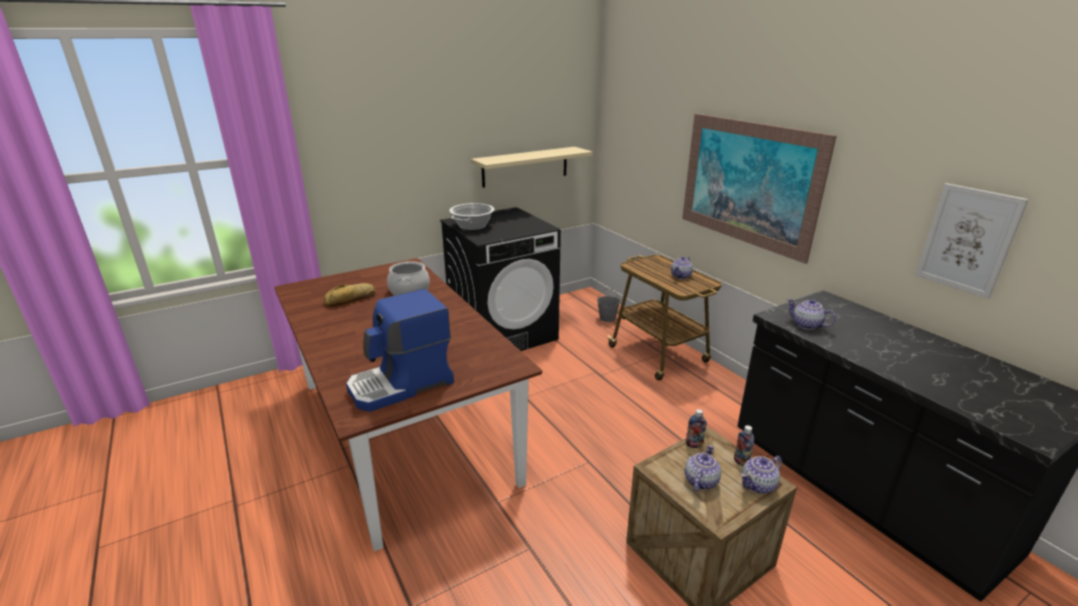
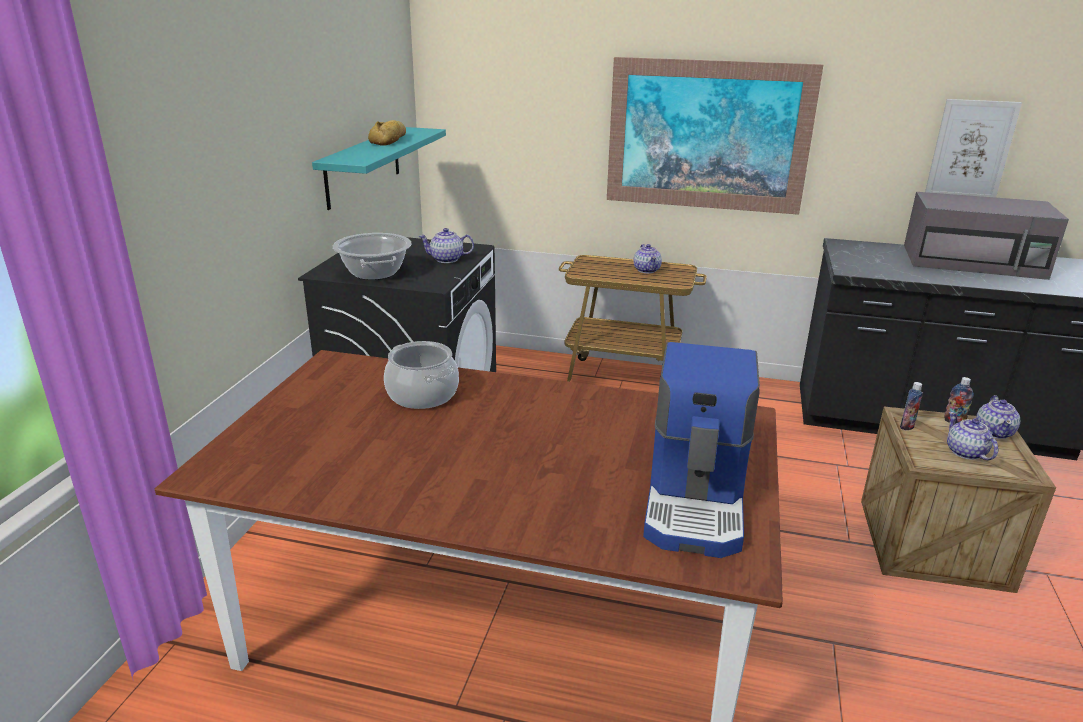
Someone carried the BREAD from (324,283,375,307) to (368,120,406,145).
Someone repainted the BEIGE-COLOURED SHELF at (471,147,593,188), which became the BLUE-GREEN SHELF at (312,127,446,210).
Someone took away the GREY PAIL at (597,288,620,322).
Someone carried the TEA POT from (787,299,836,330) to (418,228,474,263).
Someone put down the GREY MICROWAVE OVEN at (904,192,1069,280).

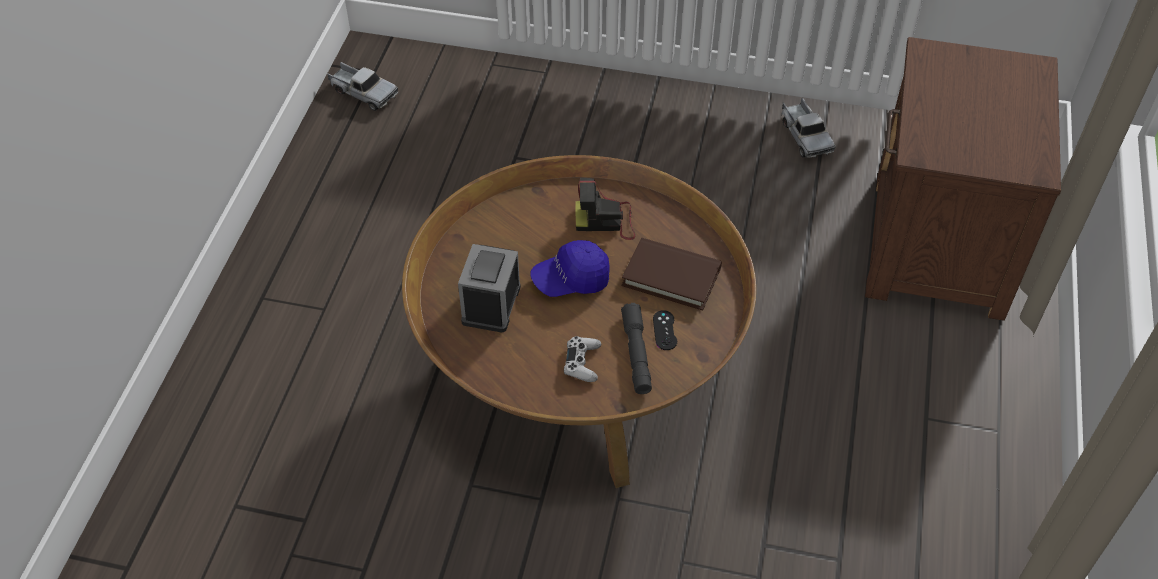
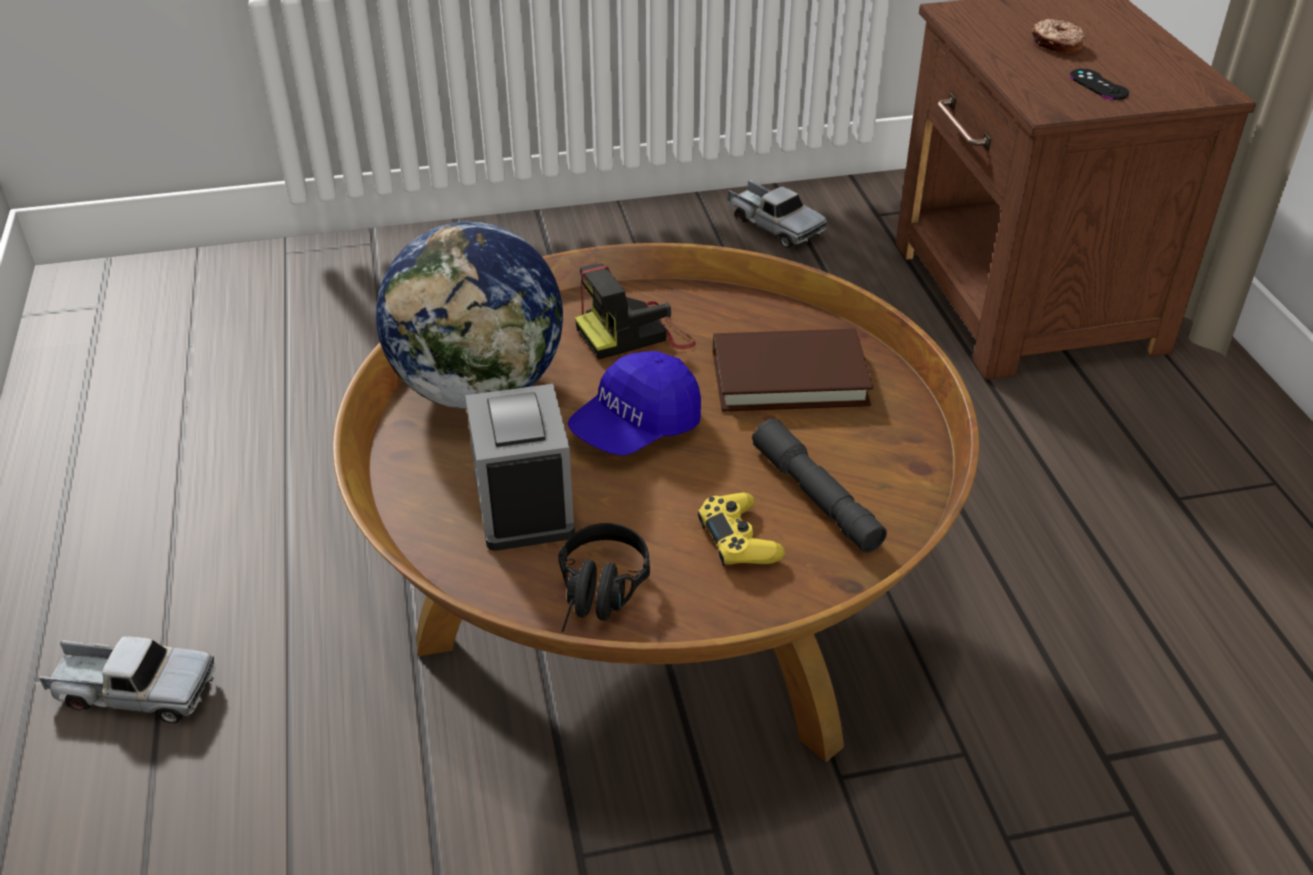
Someone carried the MODEL TRUCK from (327,62,398,111) to (38,636,216,723).
Someone repainted the WHITE GAME CONTROLLER at (564,336,601,382), which became the YELLOW-COLOURED GAME CONTROLLER at (698,492,785,566).
Someone carried the BLACK GAME CONTROLLER from (653,310,677,350) to (1070,69,1129,100).
Someone put down the GLOBE at (376,222,563,410).
Someone put down the BLACK PAIR OF HEADPHONES at (558,523,650,632).
Someone put down the RING DOUGHNUT at (1032,19,1086,53).

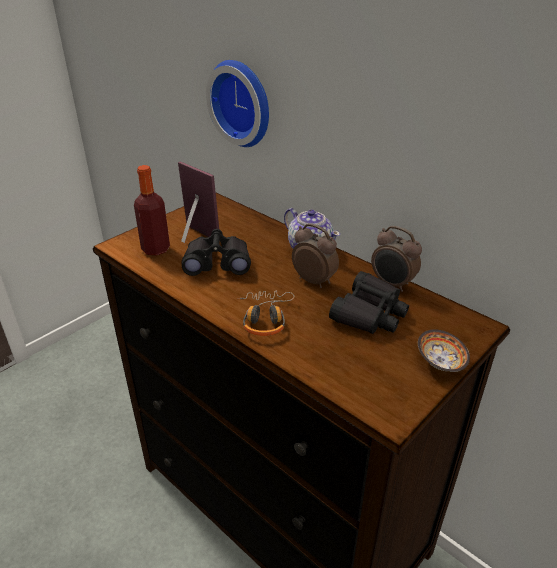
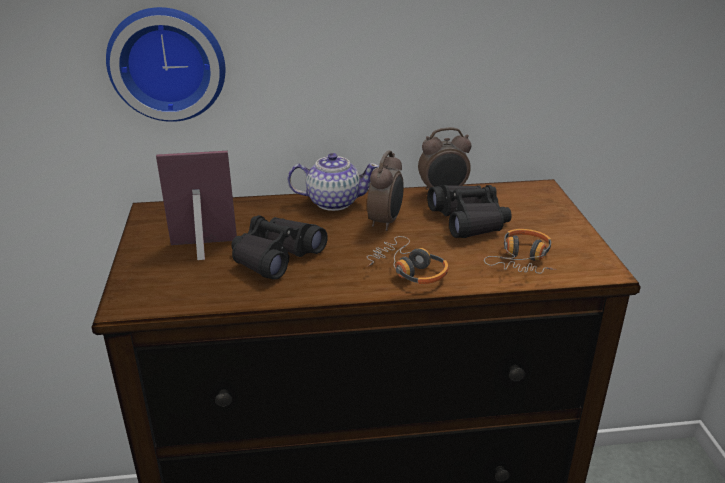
Someone took away the DRINK BOTTLE at (134,165,170,256).
Someone rotated the ALARM CLOCK at (292,223,339,288) by 120 degrees clockwise.
Someone took away the SERVING BOWL at (418,330,470,372).
Someone put down the PAIR OF HEADPHONES at (484,229,556,274).

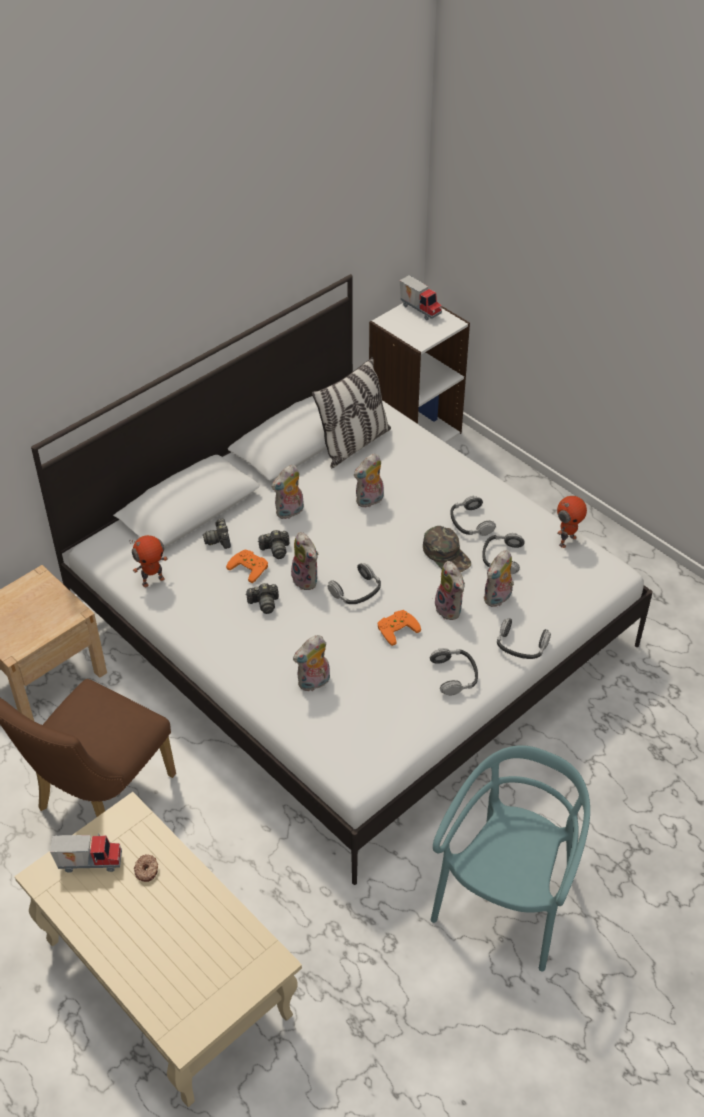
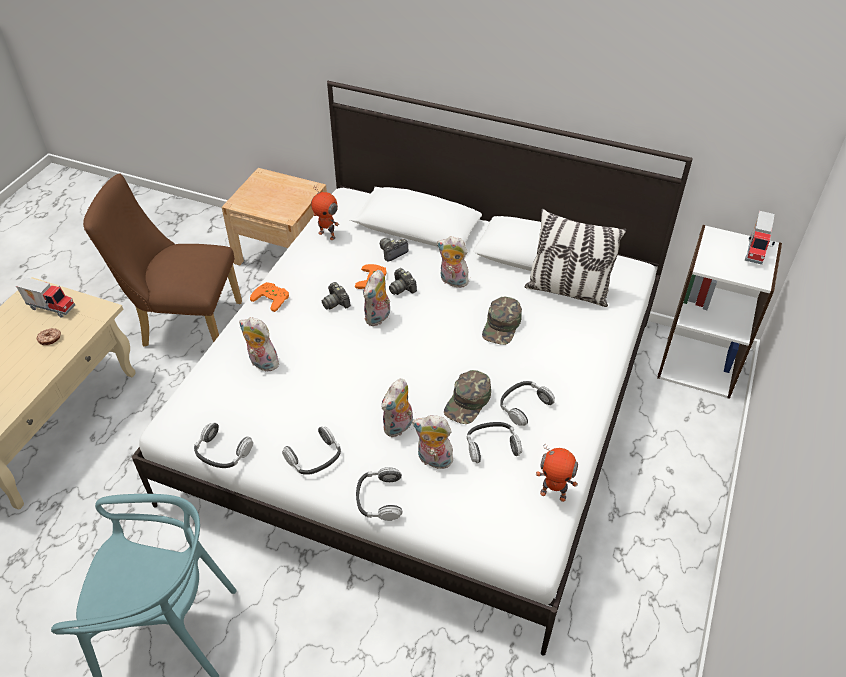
Someone rotated the MODEL TRUCK at (50,833,122,873) by 45 degrees counterclockwise.
Someone carried the PAIR OF HEADPHONES from (328,563,381,604) to (194,423,253,468).
Someone swapped the PLUSH TOY at (354,453,384,507) for the GREENISH CAP at (482,297,522,345).
Someone carried the ORANGE-COLOURED GAME CONTROLLER from (377,610,421,646) to (250,282,289,312).

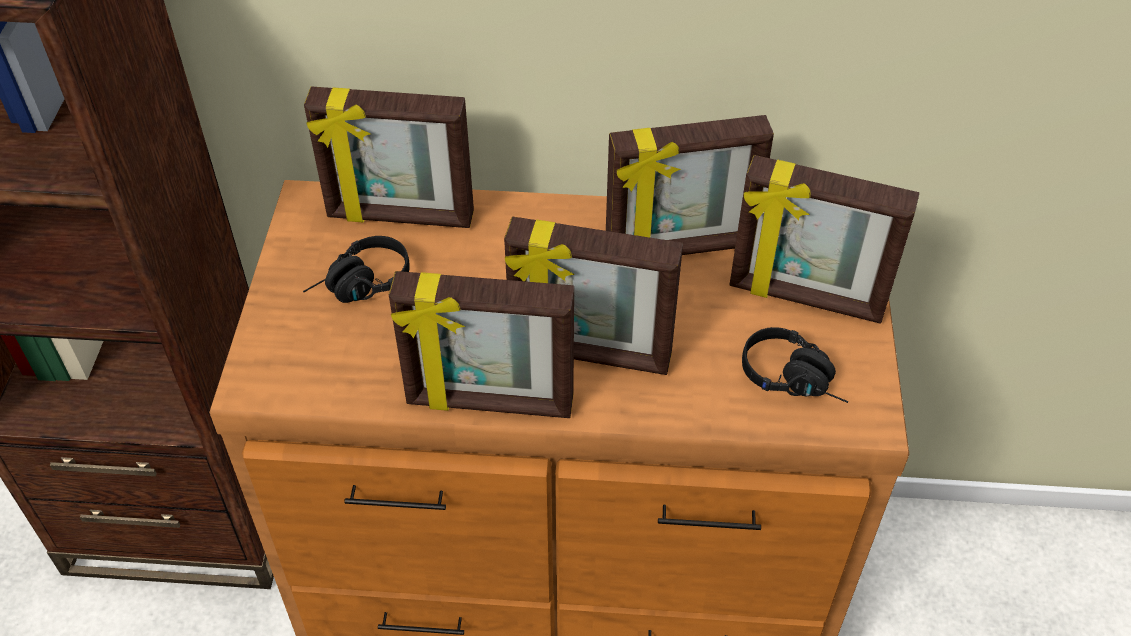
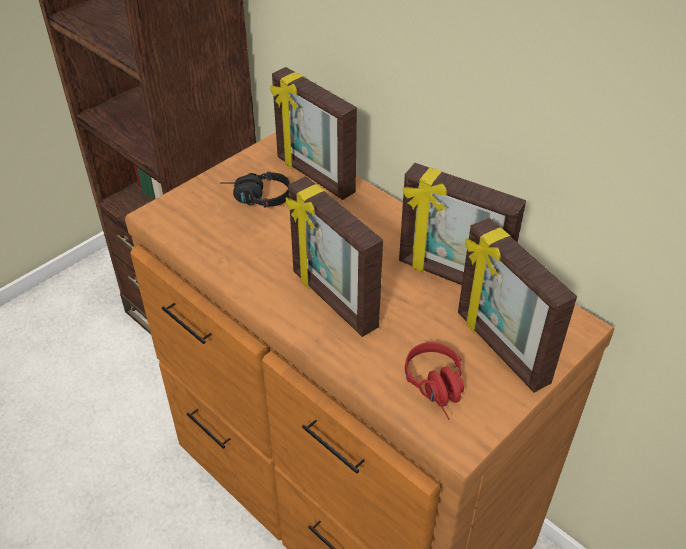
Someone took away the PICTURE FRAME at (389,271,574,418).
Someone repainted the BLACK PAIR OF HEADPHONES at (742,327,848,403), which became the RED-COLOURED PAIR OF HEADPHONES at (405,342,464,420).

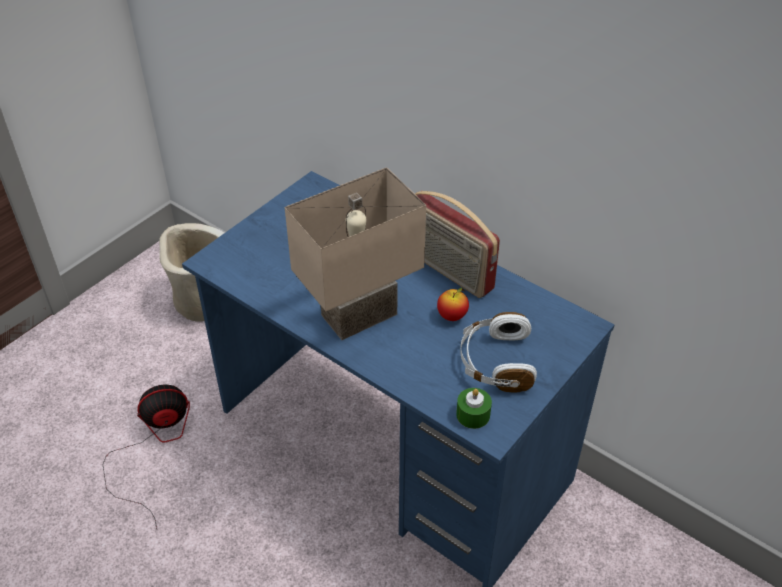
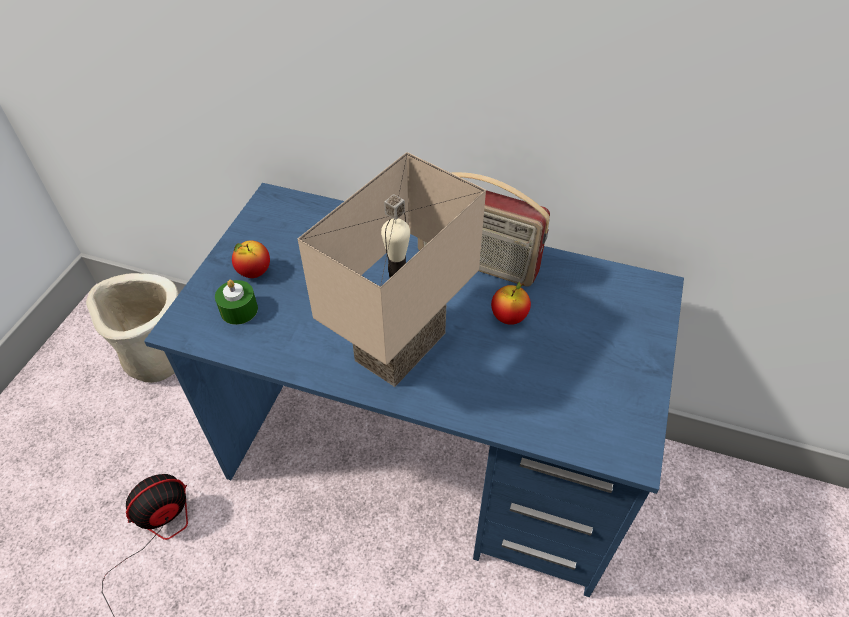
Someone carried the GREENISH WAX LIGHT from (456,388,492,429) to (215,280,258,325).
Someone took away the WHITE PAIR OF HEADPHONES at (460,312,537,393).
Someone put down the APPLE FRUIT at (232,240,270,278).

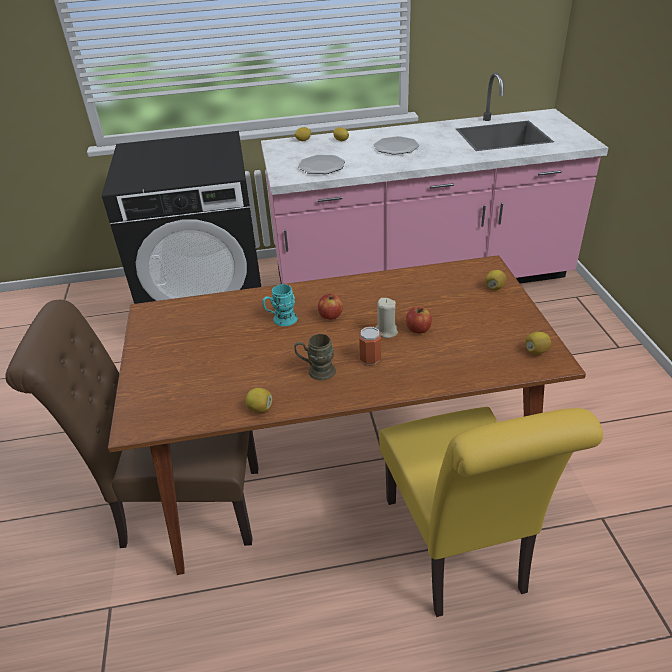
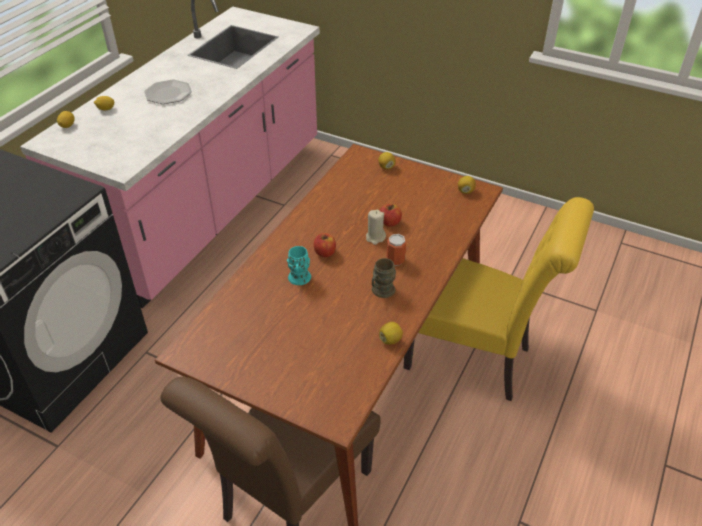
Someone took away the DINNER PLATE at (298,155,345,174).

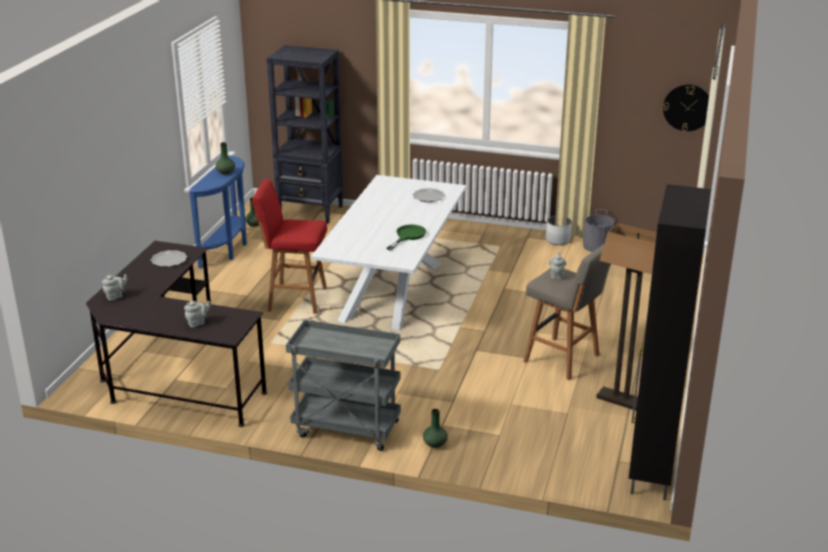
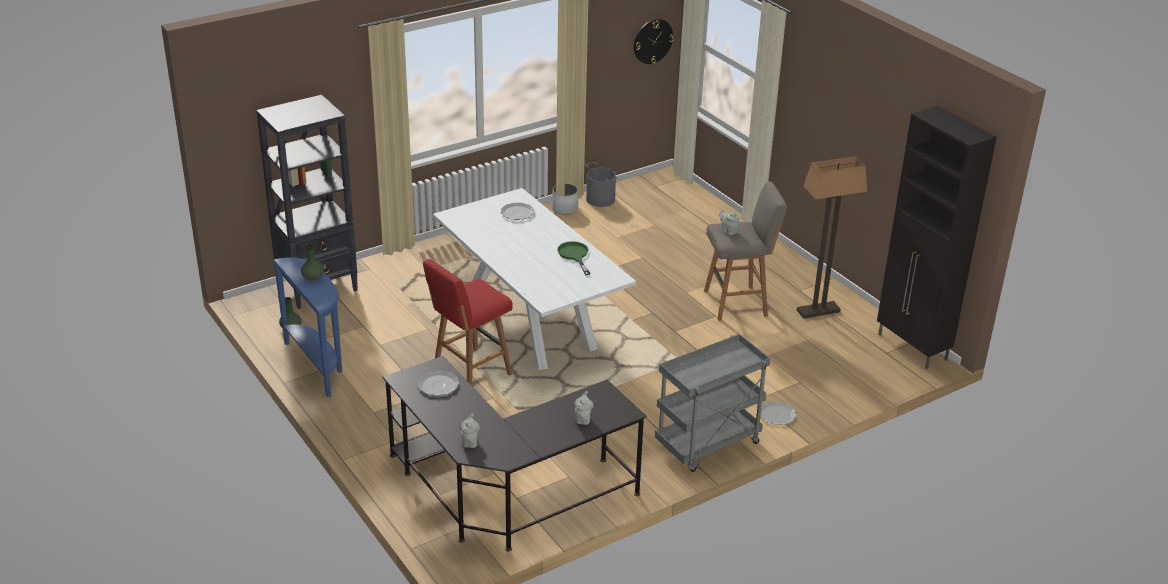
Someone swapped the GREENISH DECORATIVE VASE at (423,409,448,448) for the DINNER PLATE at (760,401,796,425).

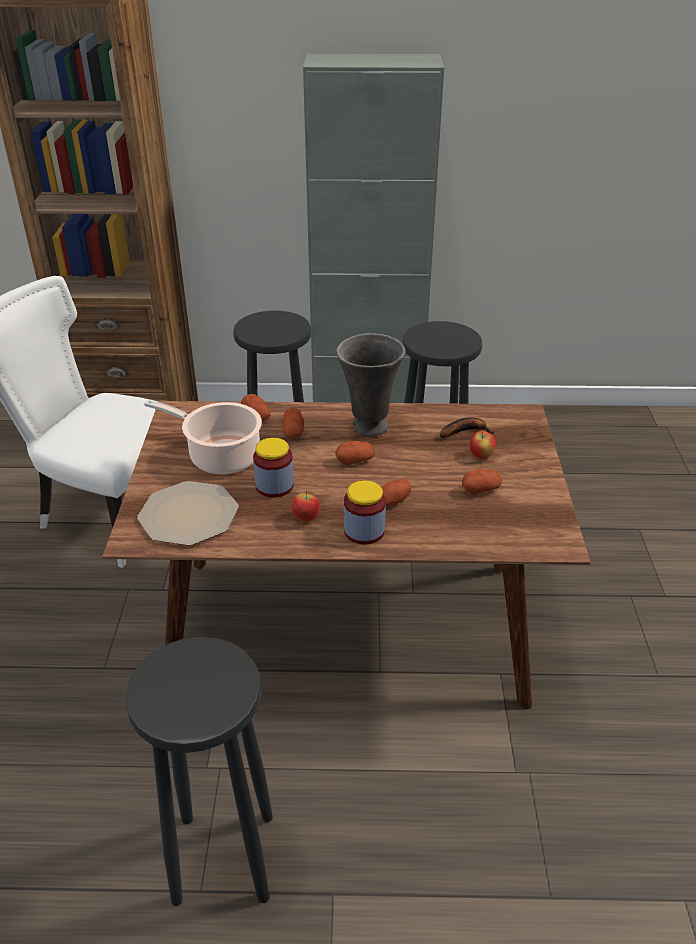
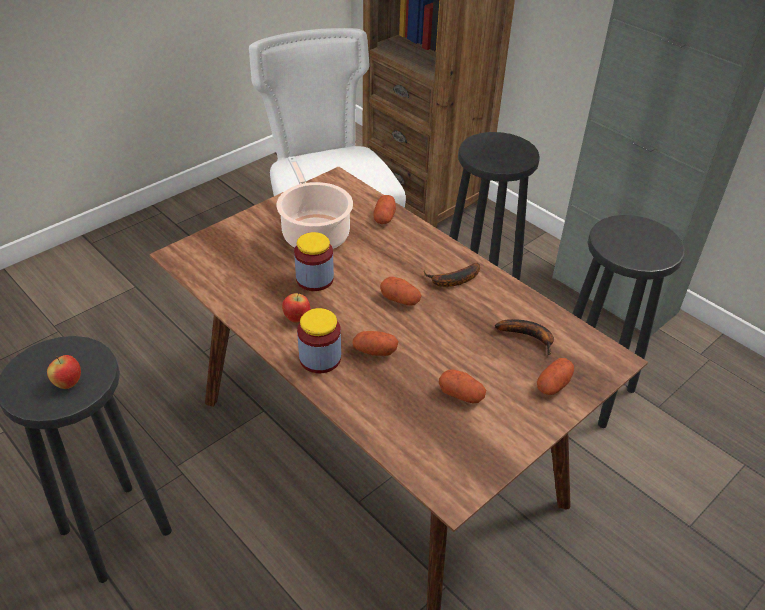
Someone took away the DINNER PLATE at (137,481,239,546).
Someone carried the WHOLE POTATO from (282,408,304,438) to (537,358,574,395).
Someone swapped the GREY DECORATIVE VASE at (336,333,406,437) for the BANANA FRUIT at (424,263,480,287).
Someone carried the APPLE FRUIT from (470,431,496,459) to (47,355,81,389).

